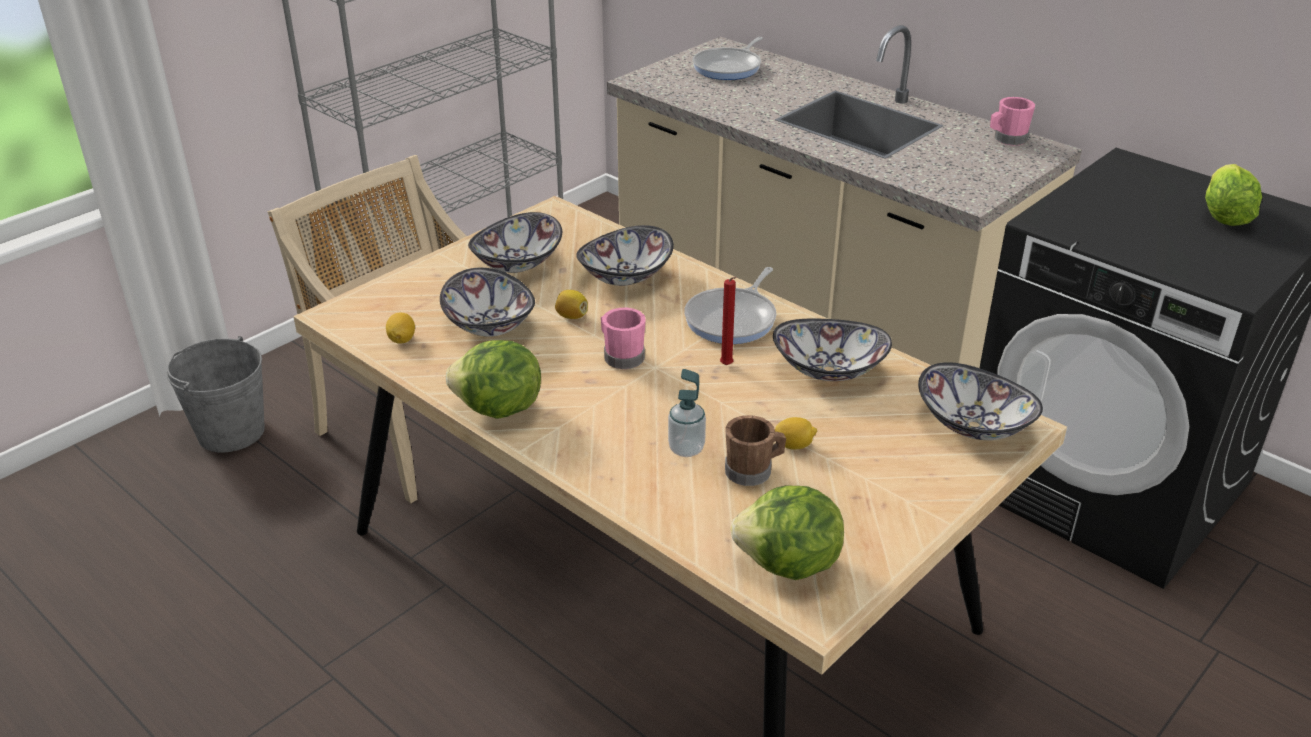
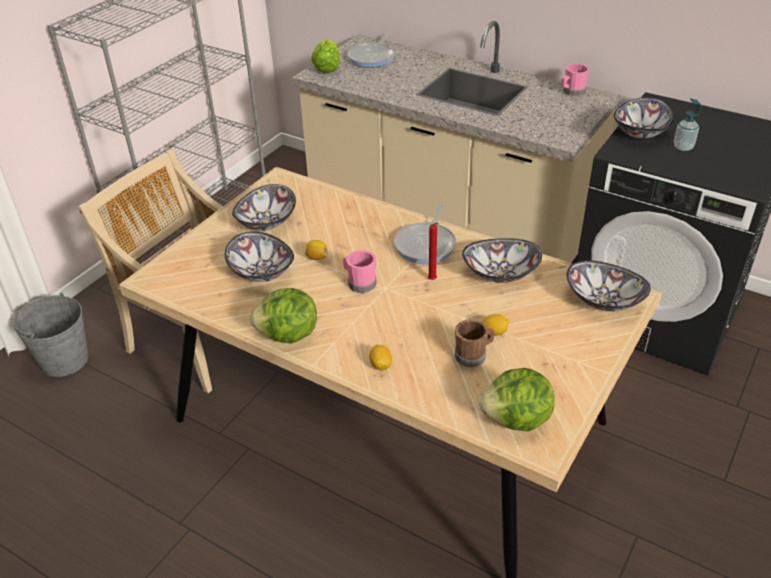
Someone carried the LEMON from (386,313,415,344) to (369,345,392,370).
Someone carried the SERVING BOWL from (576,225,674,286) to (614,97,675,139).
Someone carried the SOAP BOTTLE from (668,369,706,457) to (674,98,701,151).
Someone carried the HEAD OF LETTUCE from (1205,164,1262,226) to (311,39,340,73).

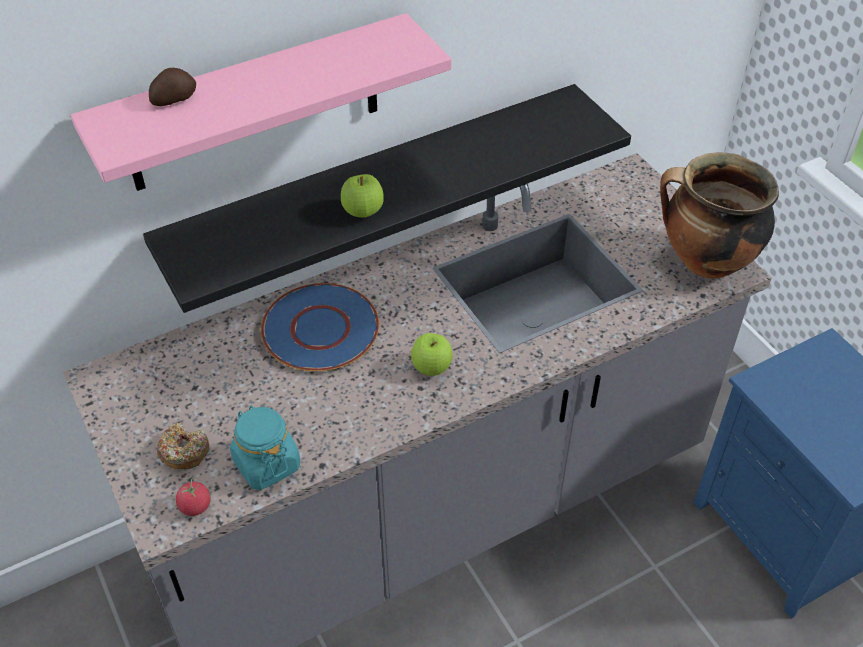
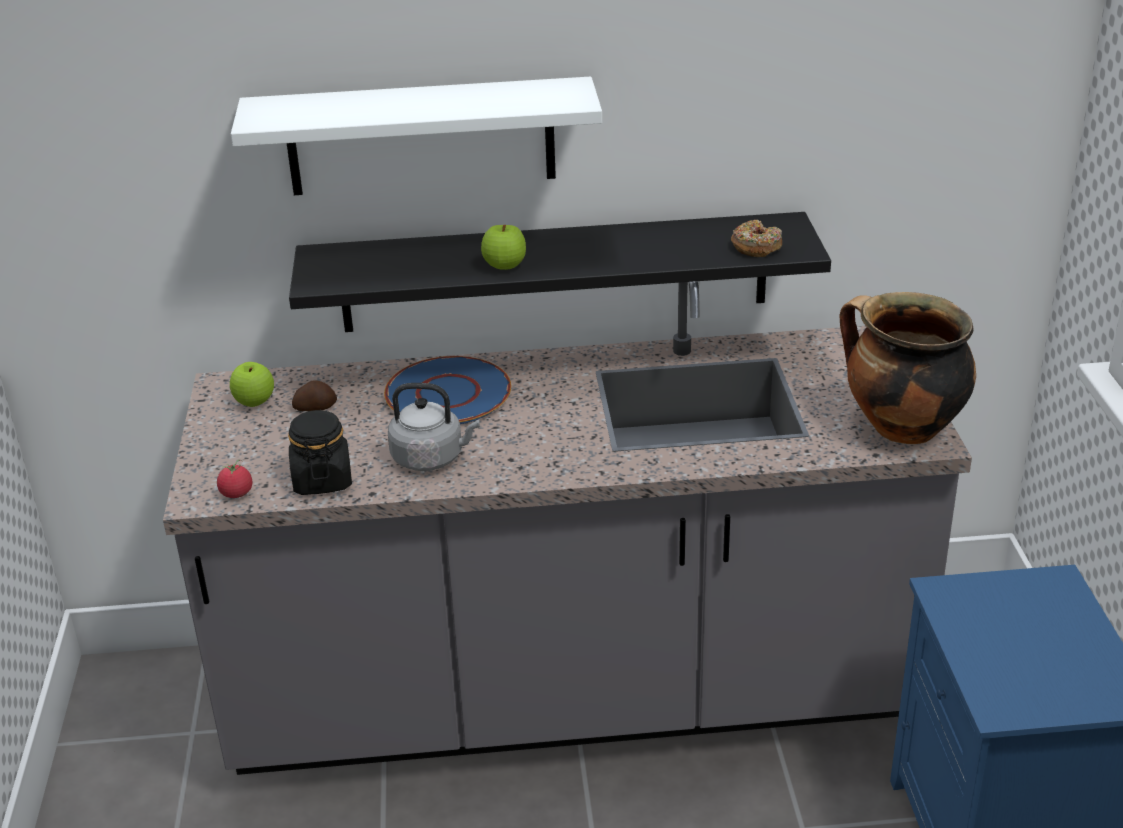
Someone repainted the PINK SHELF at (71,13,452,191), which became the WHITE SHELF at (231,77,602,195).
Someone carried the WHOLE POTATO from (149,68,196,106) to (292,380,337,411).
Someone carried the RING DOUGHNUT from (157,422,209,470) to (731,220,782,257).
Someone repainted the BLUE-GREEN JAR at (230,405,300,490), which became the BLACK JAR at (288,410,352,495).
Someone carried the APPLE FRUIT from (411,333,453,376) to (230,362,274,407).
Someone put down the GREY KETTLE at (388,383,480,471).

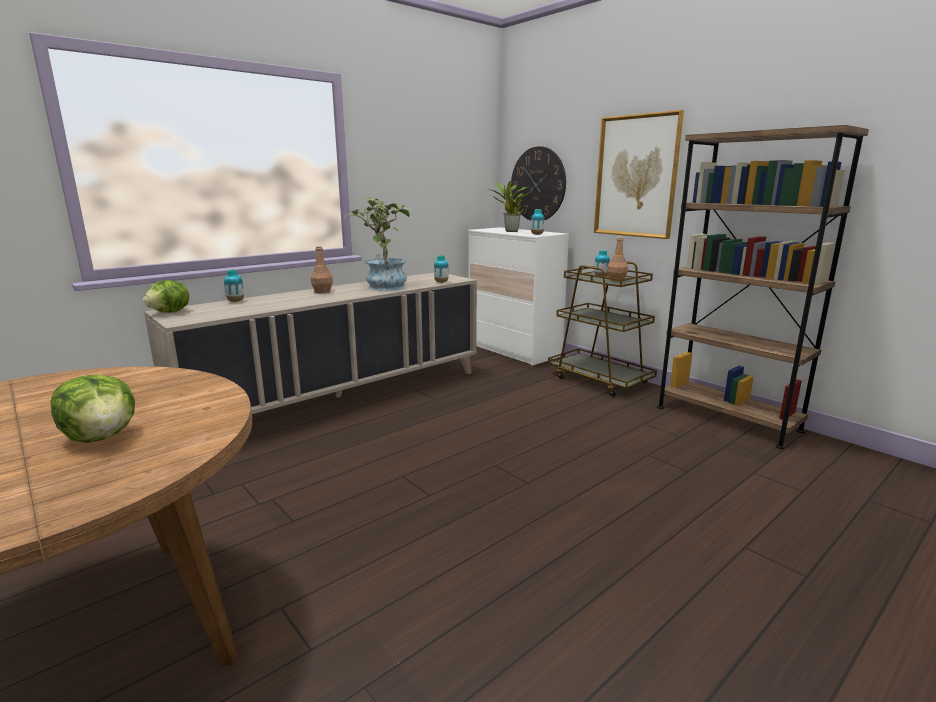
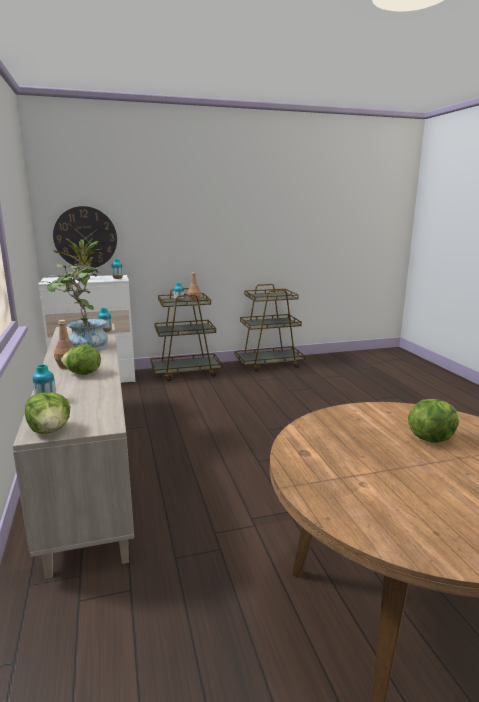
Someone took away the WALL PICTURE at (594,110,684,239).
Someone swapped the BROWN-COLOURED BOOKSHELF at (657,125,869,449) for the BROWN-COLOURED CART at (235,284,305,372).
Someone put down the HEAD OF LETTUCE at (61,344,101,375).

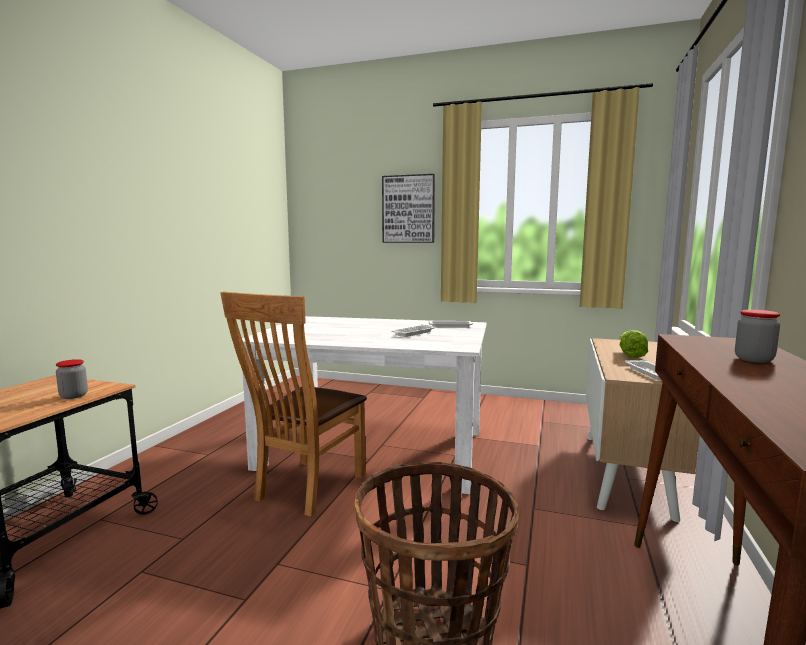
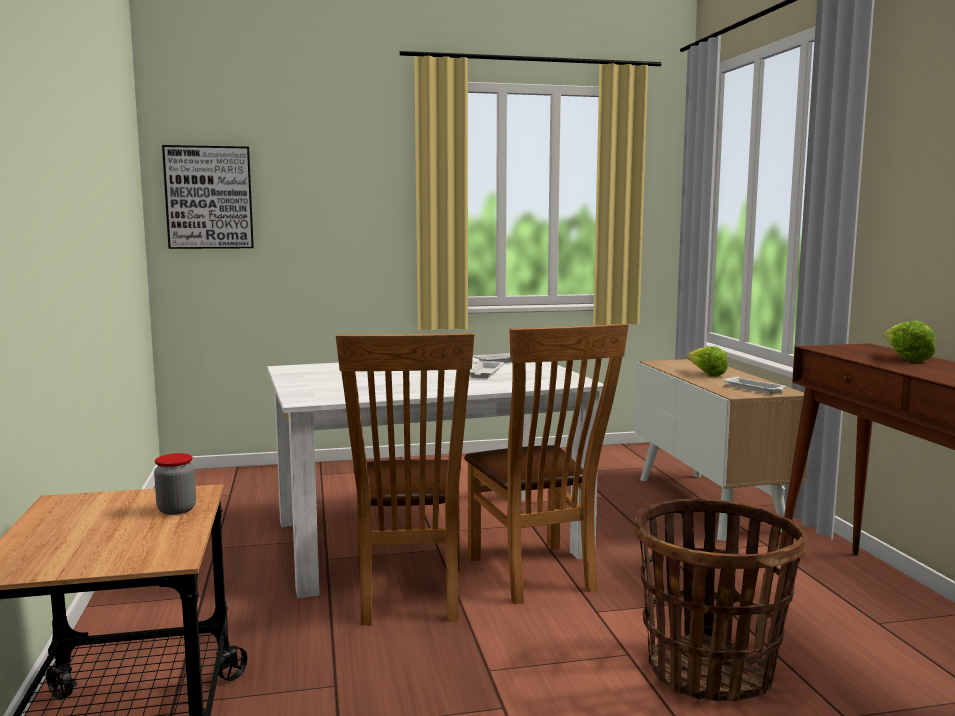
Someone carried the WALL PICTURE from (382,174,435,243) to (162,145,254,249).
Someone swapped the JAR at (735,310,780,363) for the HEAD OF LETTUCE at (883,320,935,362).
Someone put down the BROWN-COLOURED UPRIGHT CHAIR at (464,324,629,604).

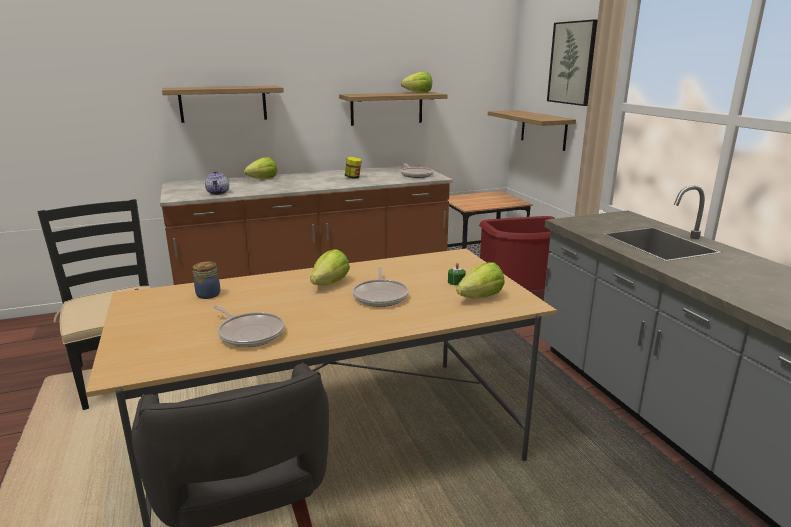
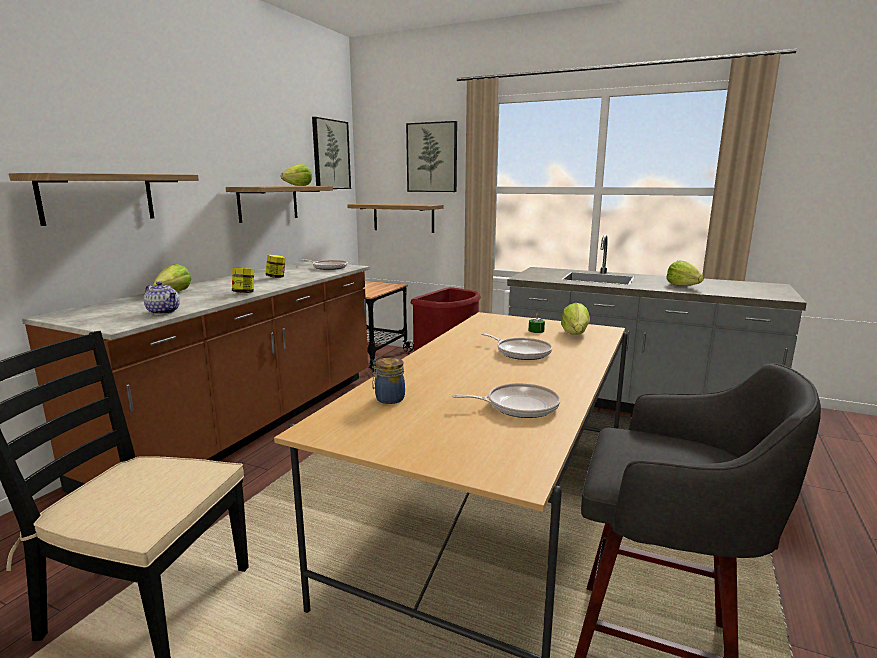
Someone carried the HEAD OF LETTUCE from (310,249,350,286) to (667,260,704,286).
Someone put down the JAR at (232,268,254,293).
Someone put up the WALL PICTURE at (312,117,351,189).

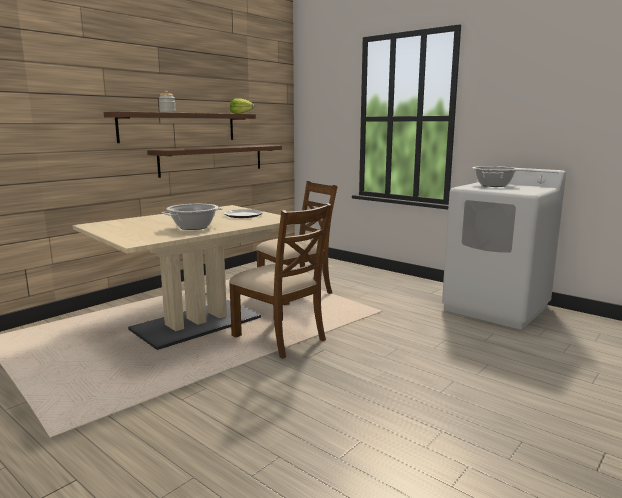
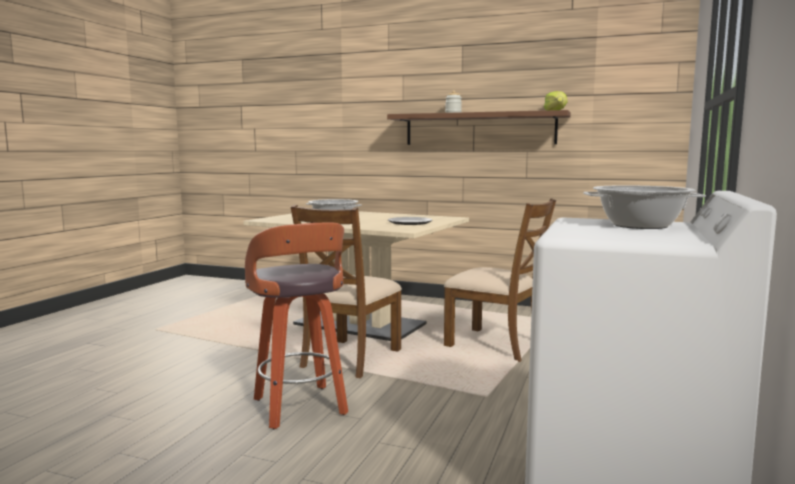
Someone took away the BROWN-COLOURED SHELF at (147,145,282,178).
Someone put down the SITTING STOOL at (245,223,348,429).

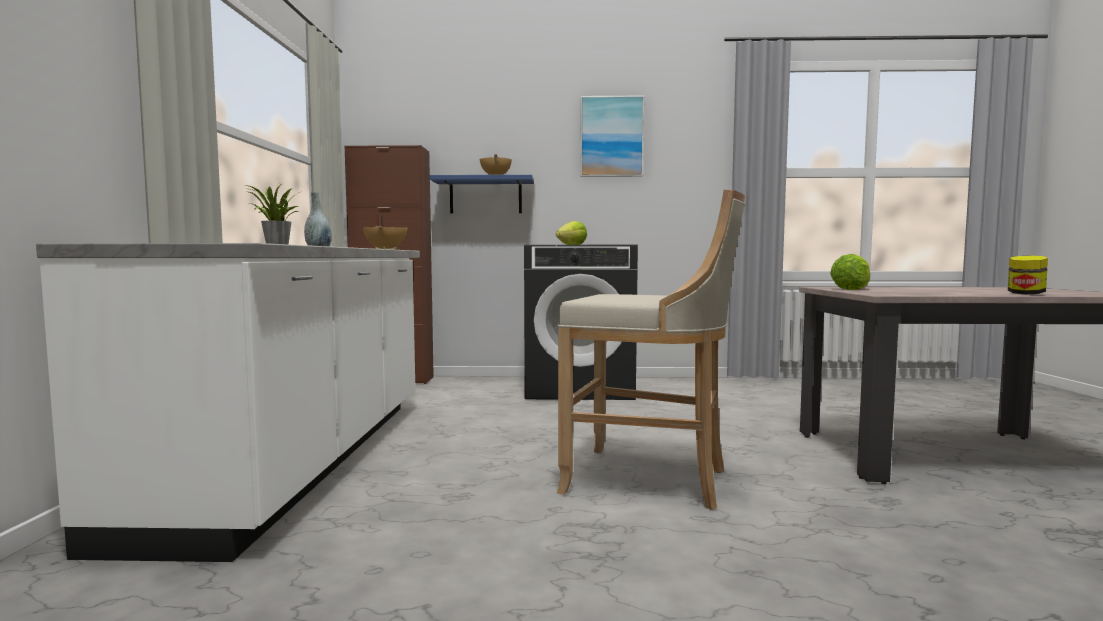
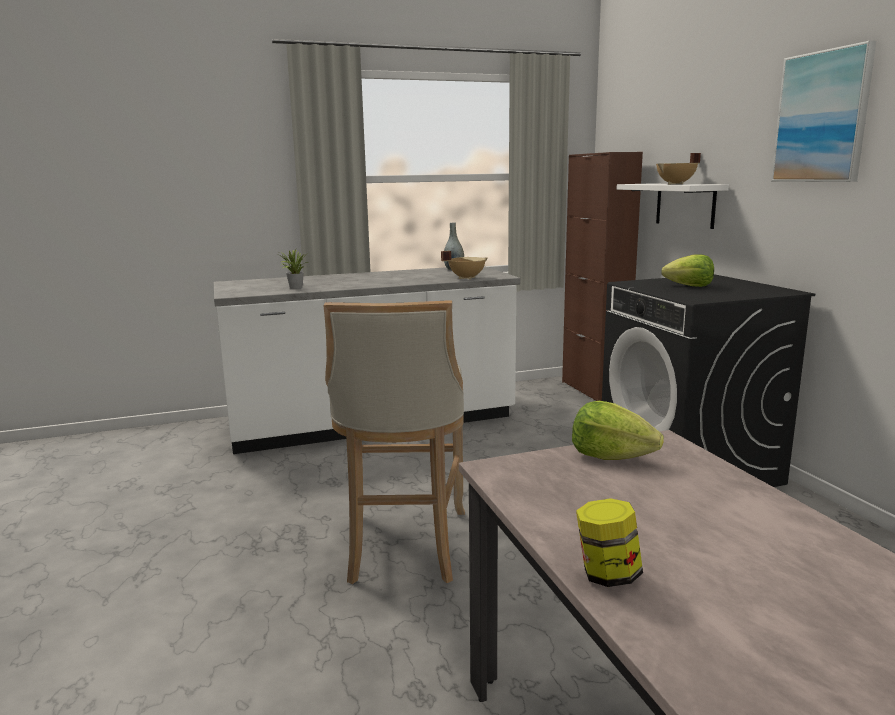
Someone repainted the BLUISH SHELF at (430,175,534,213), which became the WHITE SHELF at (617,184,729,229).

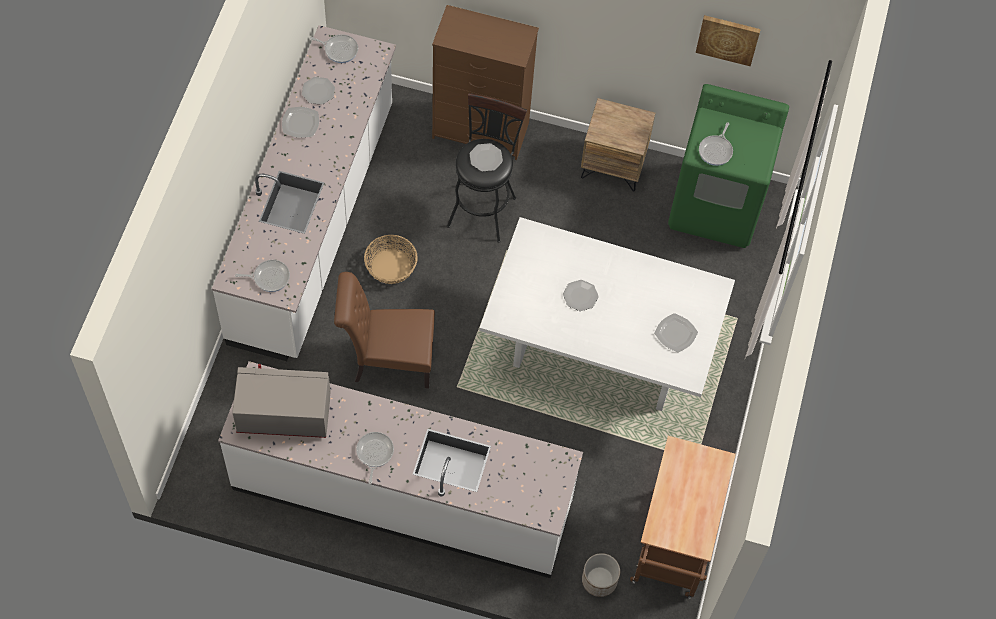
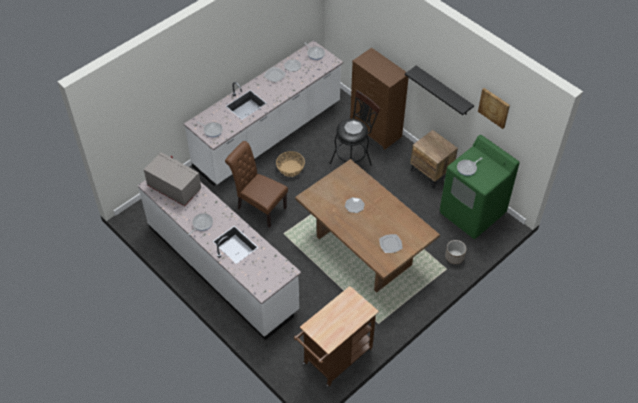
Someone repainted the WHITE KITCHEN TABLE at (479,217,735,411), which became the BROWN-COLOURED KITCHEN TABLE at (295,159,440,293).
Someone carried the FLOWER POT from (582,553,620,597) to (445,240,466,264).
Someone put up the BLACK SHELF at (405,66,474,115).

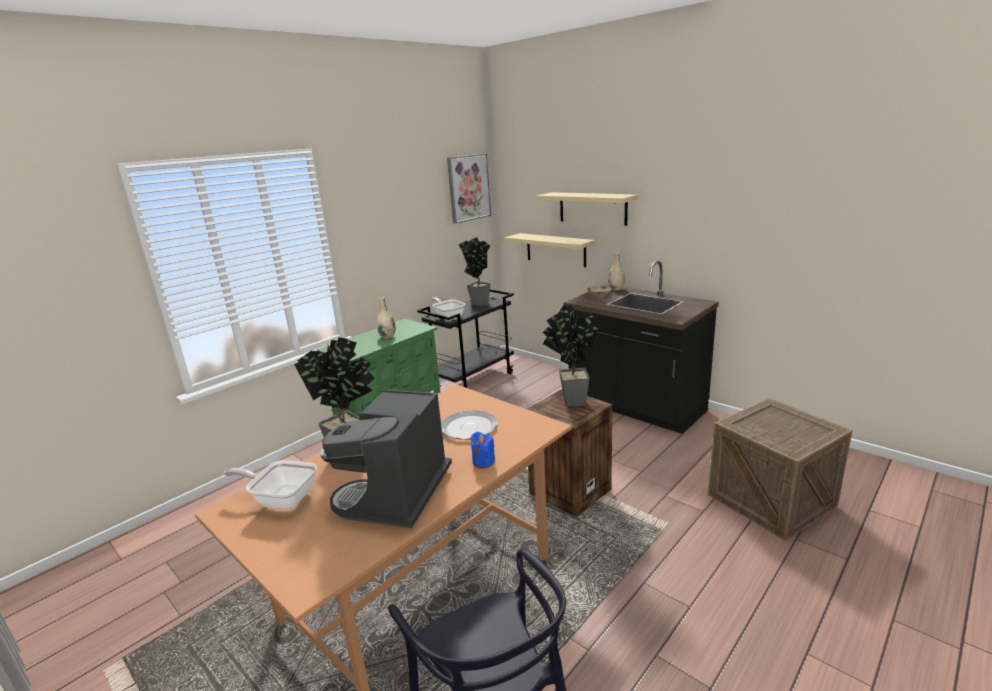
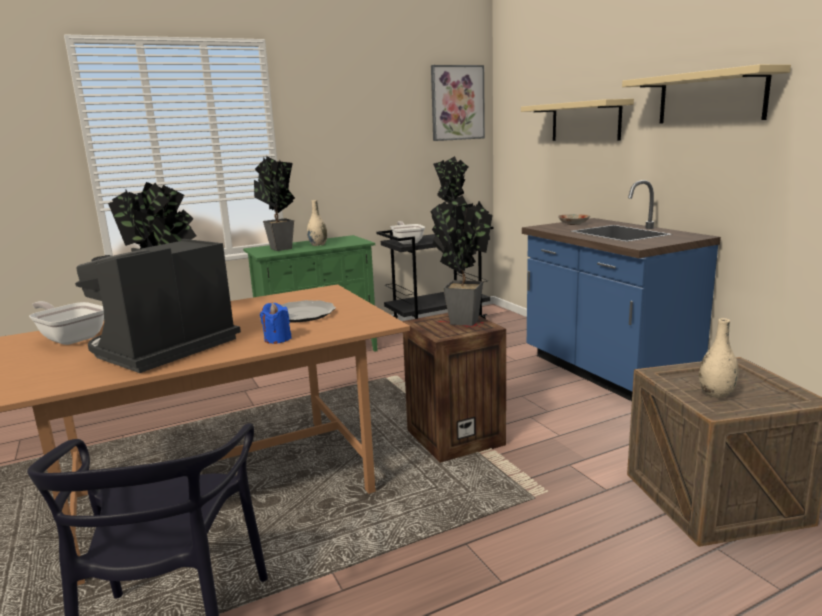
Someone carried the BEIGE-COLOURED SHELF from (504,233,595,267) to (622,64,791,124).
Someone repainted the BLACK KITCHEN BASE UNIT at (563,261,719,434), which became the BLUISH KITCHEN BASE UNIT at (522,180,721,401).
Someone carried the BEIGE-COLOURED DECORATIVE VASE from (608,252,625,291) to (699,318,739,398).
Someone put down the POTTED PLANT at (254,156,295,251).

